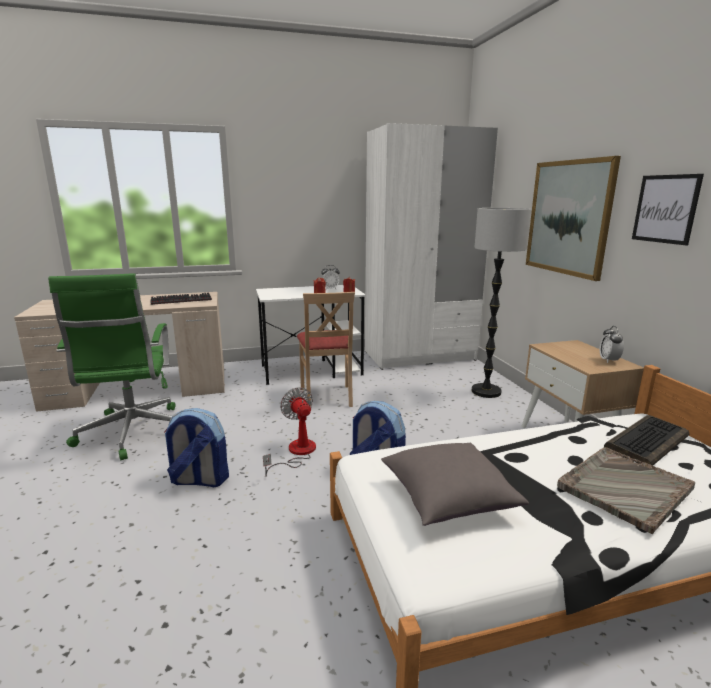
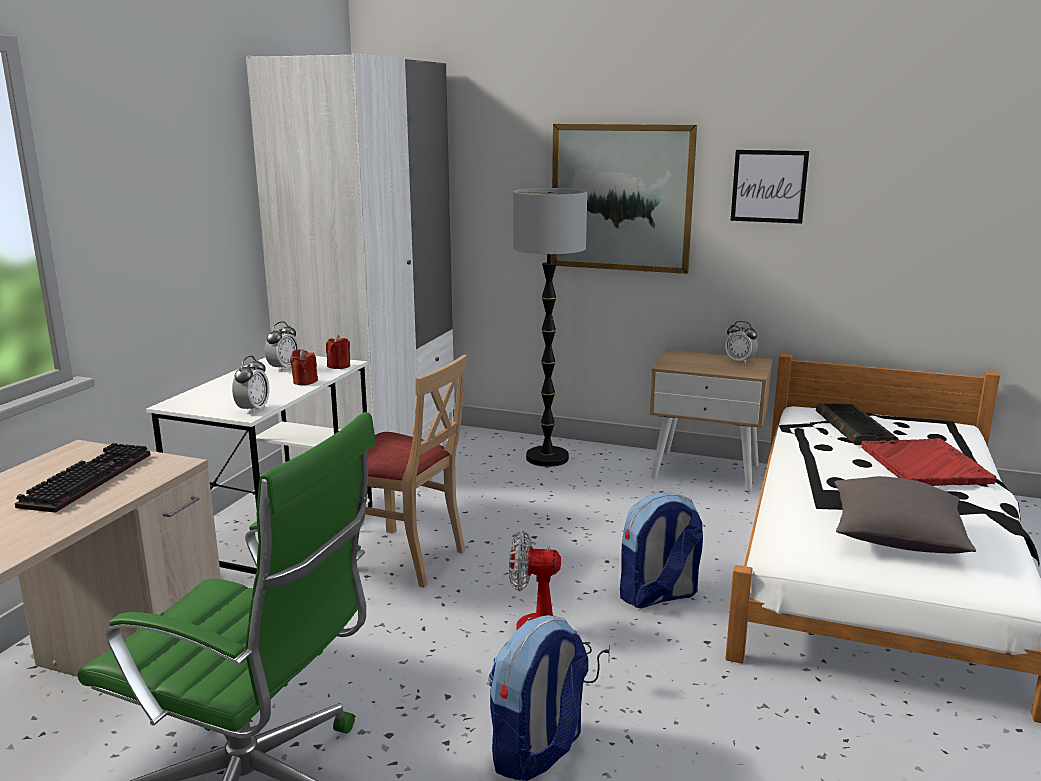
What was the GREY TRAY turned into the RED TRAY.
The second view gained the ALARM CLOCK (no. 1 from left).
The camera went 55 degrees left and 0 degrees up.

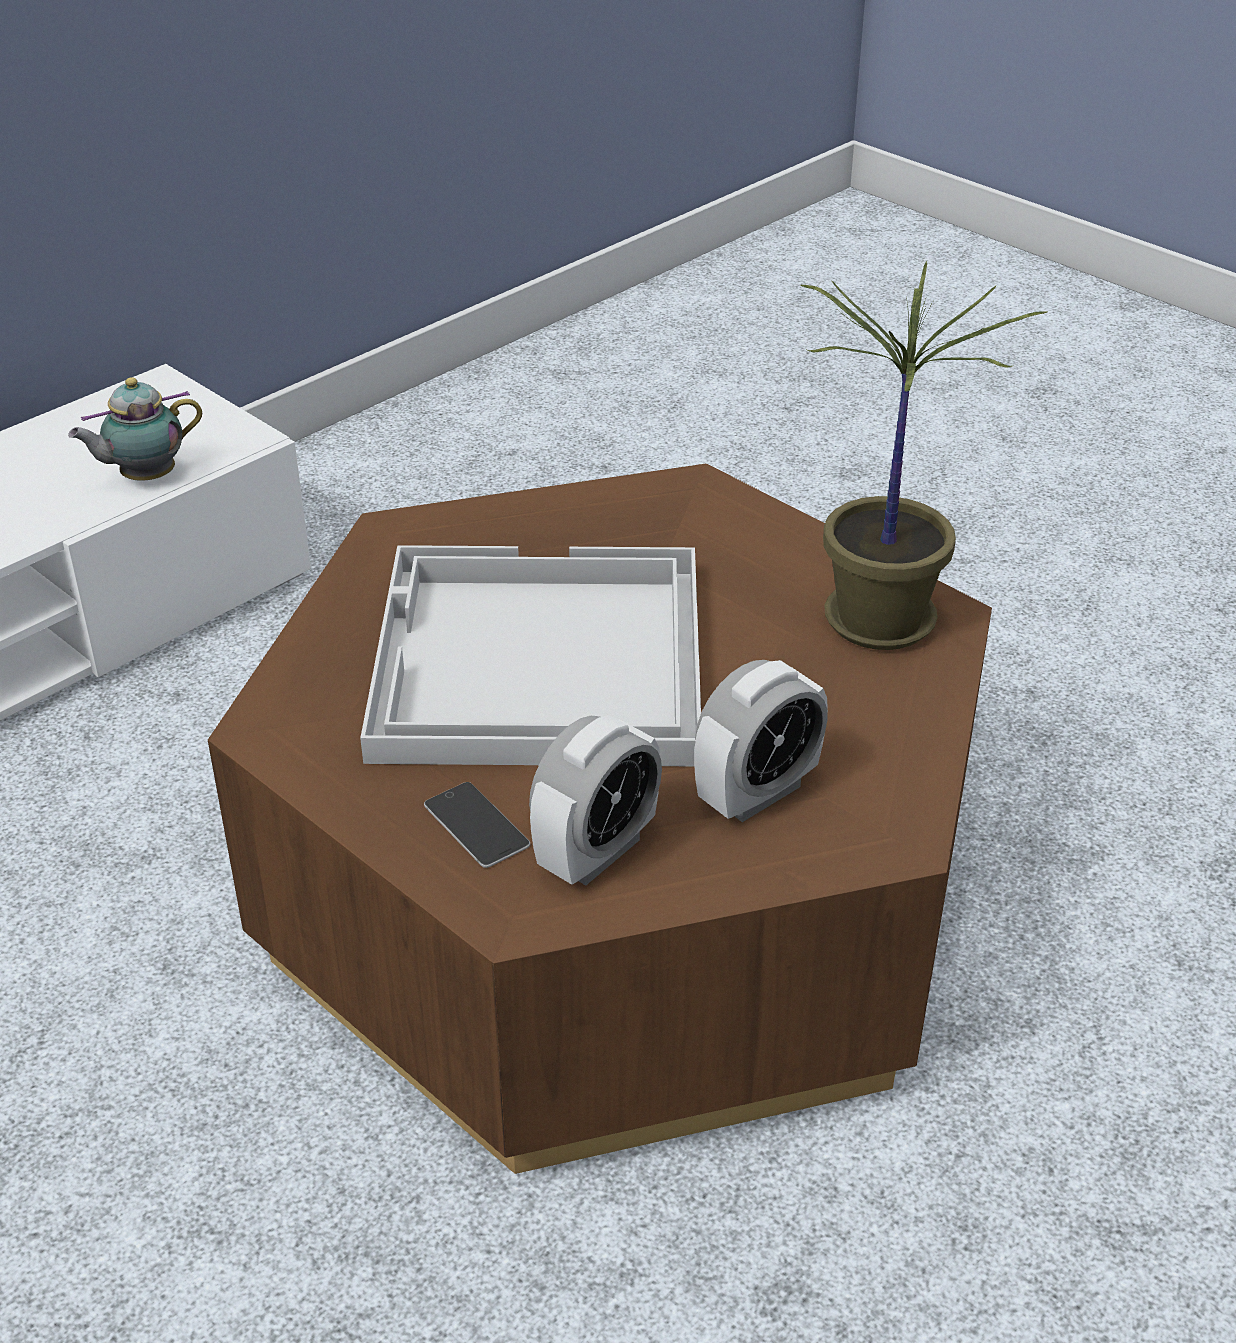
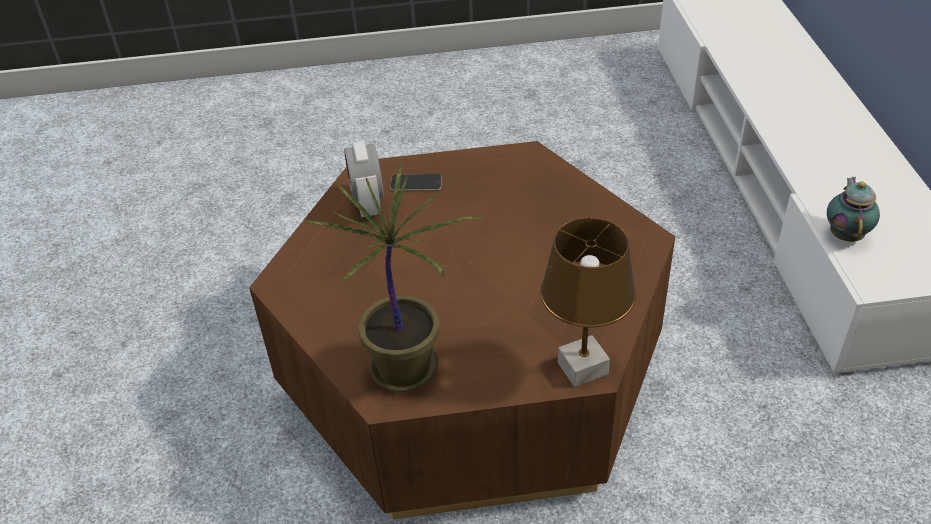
The second view lost the WHITE TRAY.
The second view lost the ALARM CLOCK (no. 2 from left).
The second view gained the BROWN TABLE LAMP.
The camera went 130 degrees right and 5 degrees up.

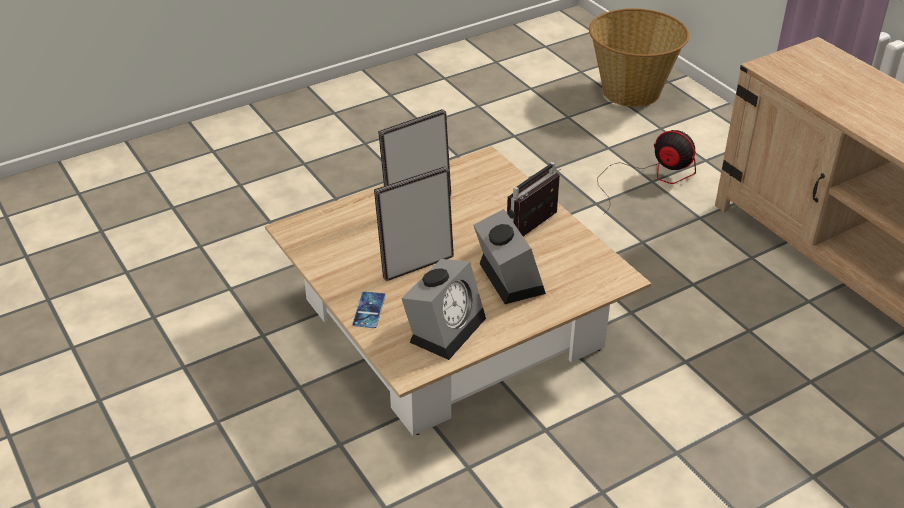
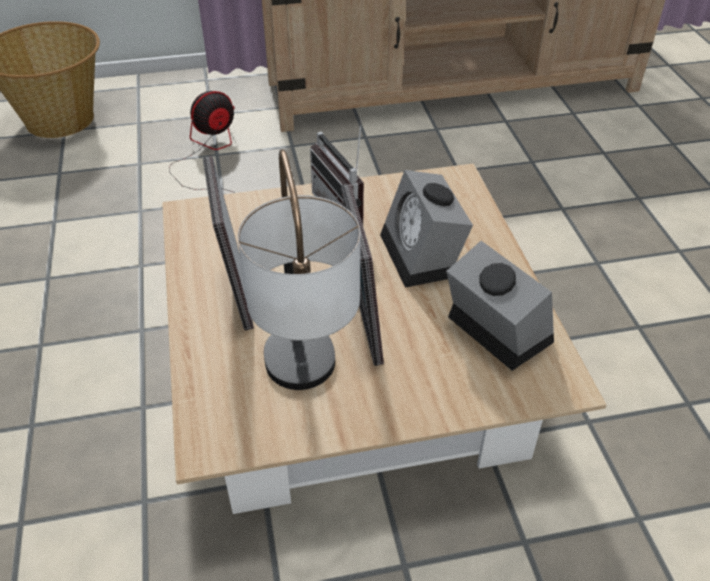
The ALARM CLOCK (no. 2 from left in the first image) ended up facing another way, 105 degrees counterclockwise from before.
The second view lost the PHONE.
The second view gained the TABLE LAMP.
The camera went 70 degrees left and 5 degrees up.

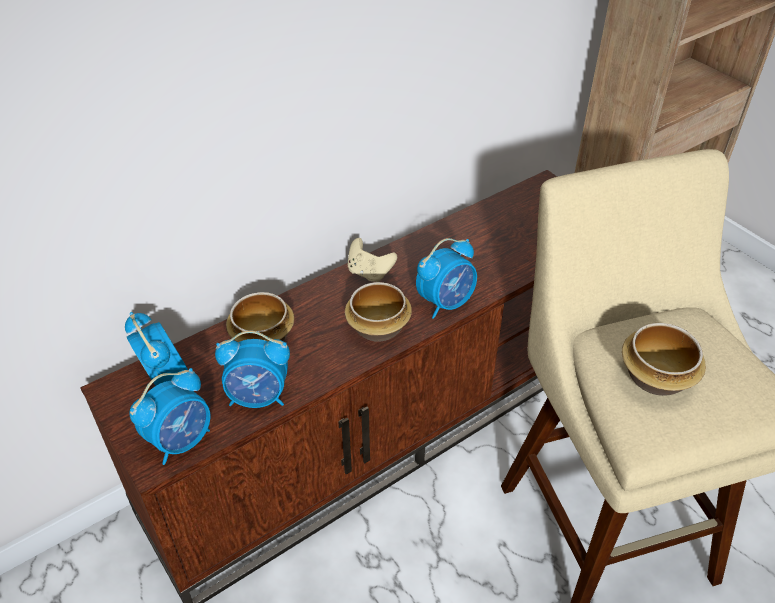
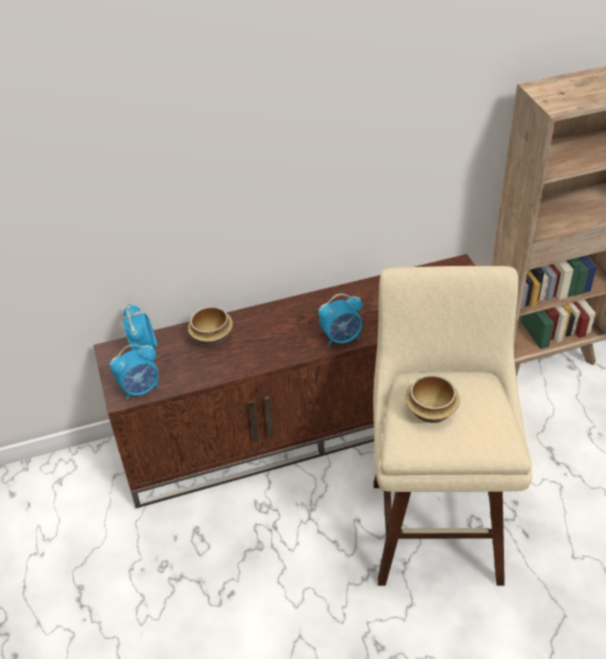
The second view lost the BEIGE GAME CONTROLLER.
The second view lost the BOWL (no. 2 from left).
The second view lost the ALARM CLOCK (no. 3 from left).
The camera went 20 degrees right and 0 degrees up.

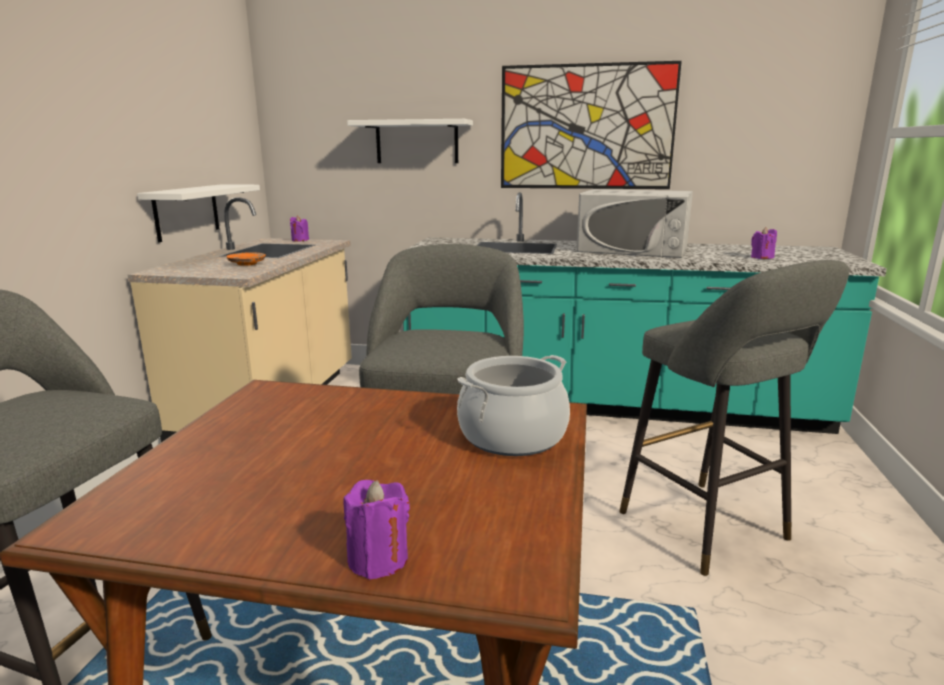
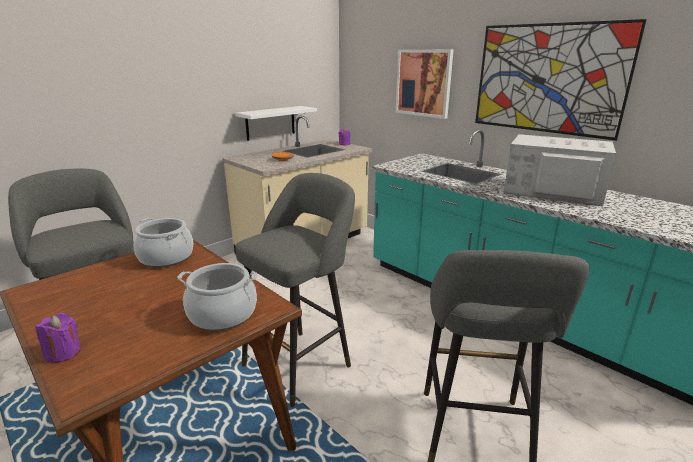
Where the WHITE SHELF (no. 2 from left) hung, the PICTURE (no. 1 from left) came to hang.
The WHITE MICROWAVE ended up facing another way, 150 degrees clockwise from before.
The second view lost the PURPLE CANDLE (no. 3 from left).
The second view gained the COOKING POT (no. 1 from left).
The camera went 35 degrees right and 5 degrees up.

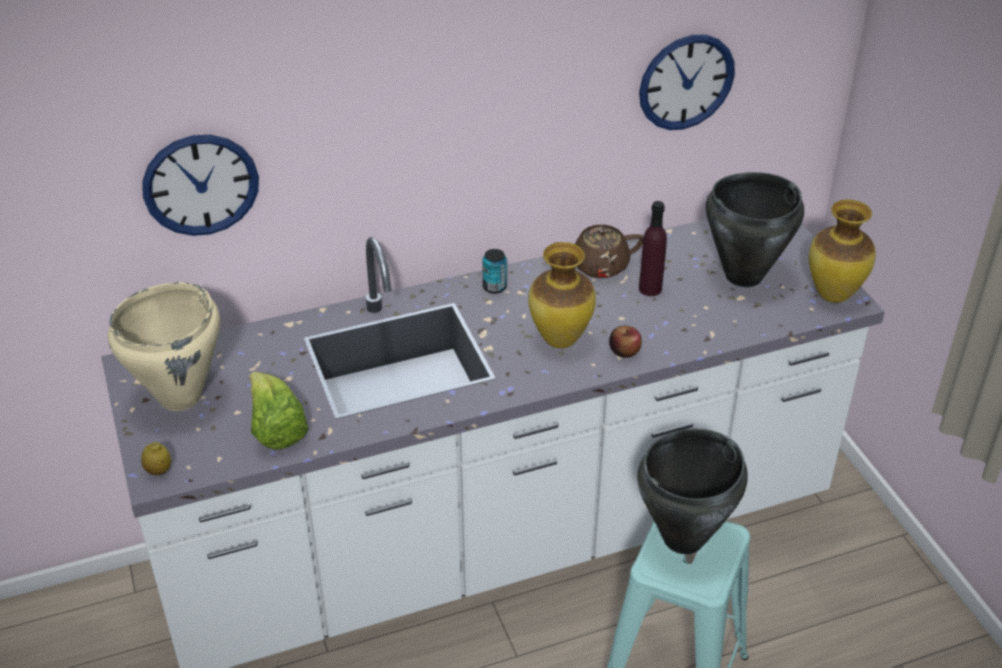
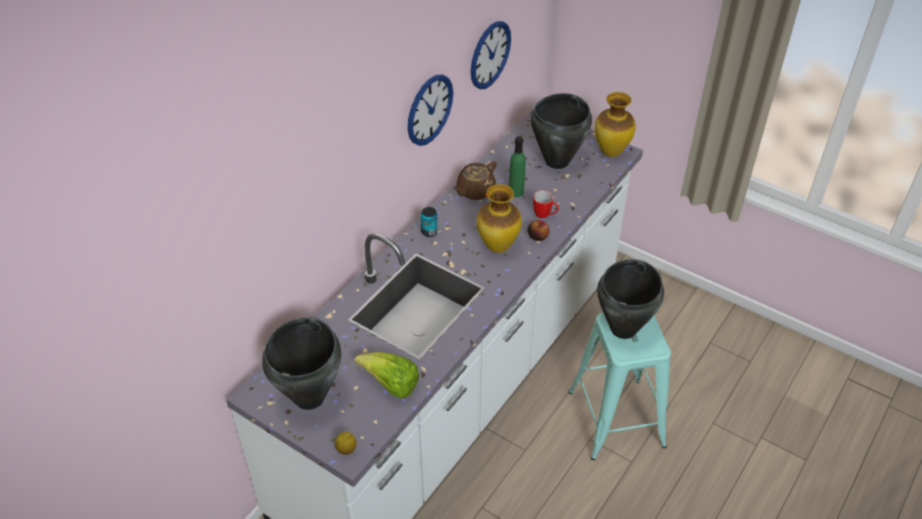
The WALL CLOCK (no. 1 from left) ended up elsewhere.
What was the PURPLE BOTTLE turned into the GREEN BOTTLE.
What was the BEIGE COOKING POT turned into the BLACK COOKING POT (no. 1 from left).
The second view gained the MUG.
The camera went 35 degrees left and 5 degrees up.

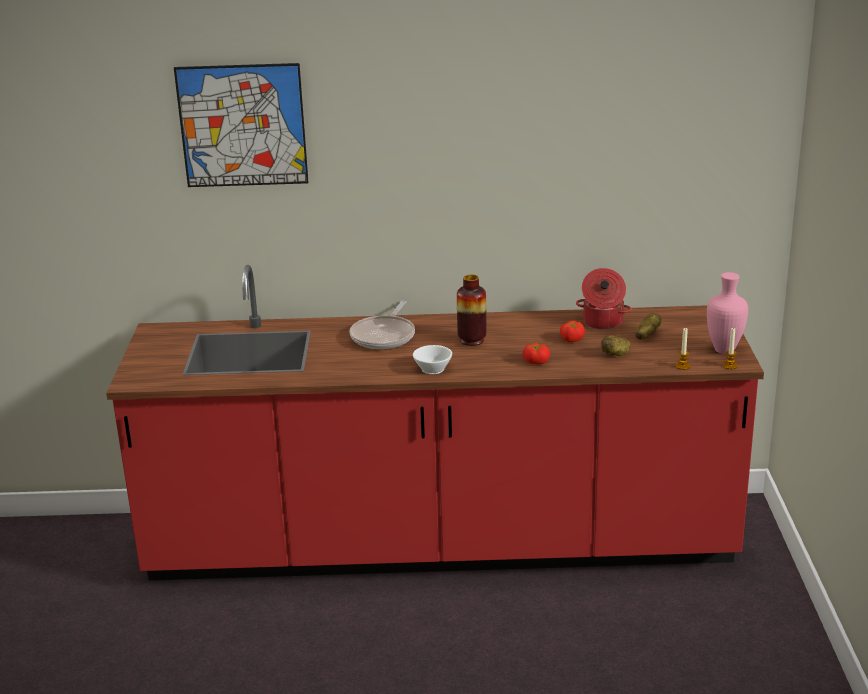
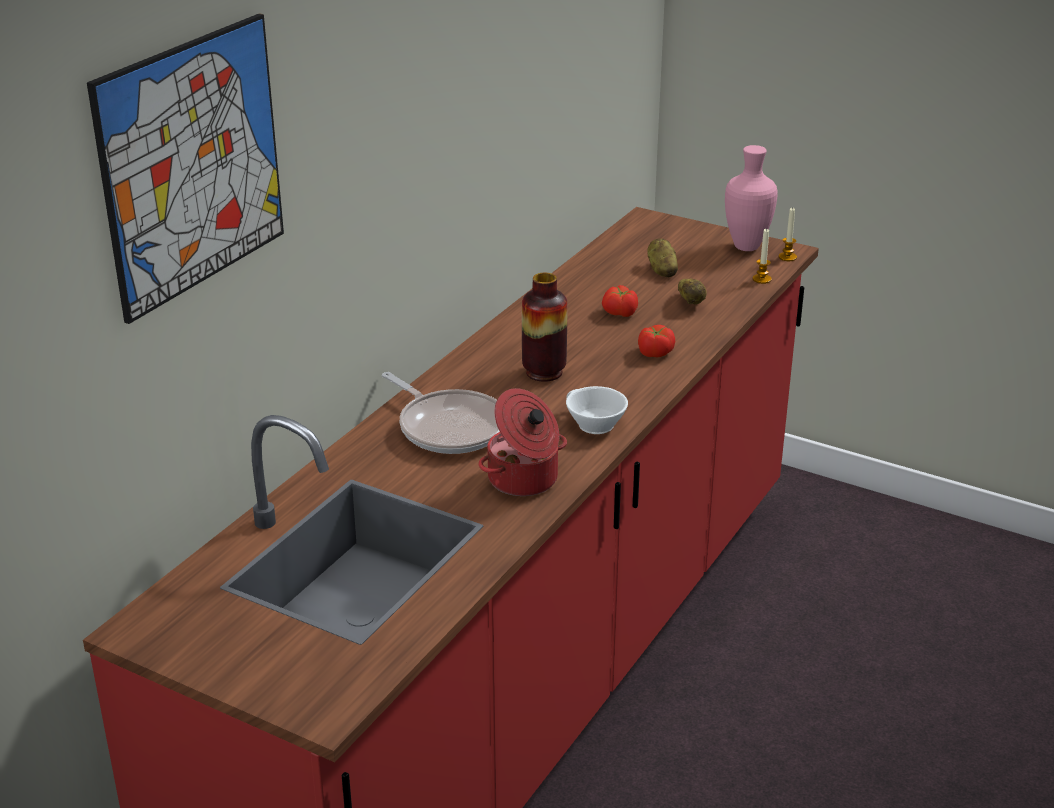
The COOKING POT ended up elsewhere.
The camera went 60 degrees left and 5 degrees up.

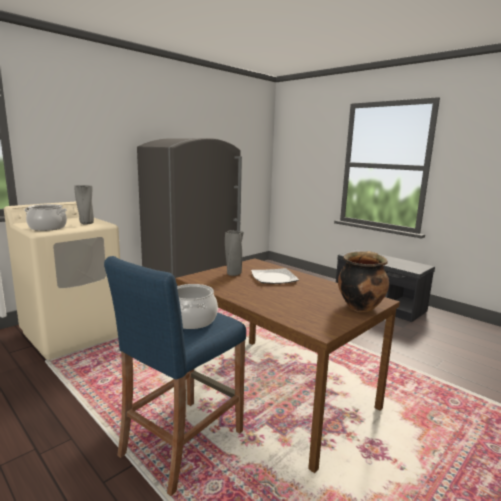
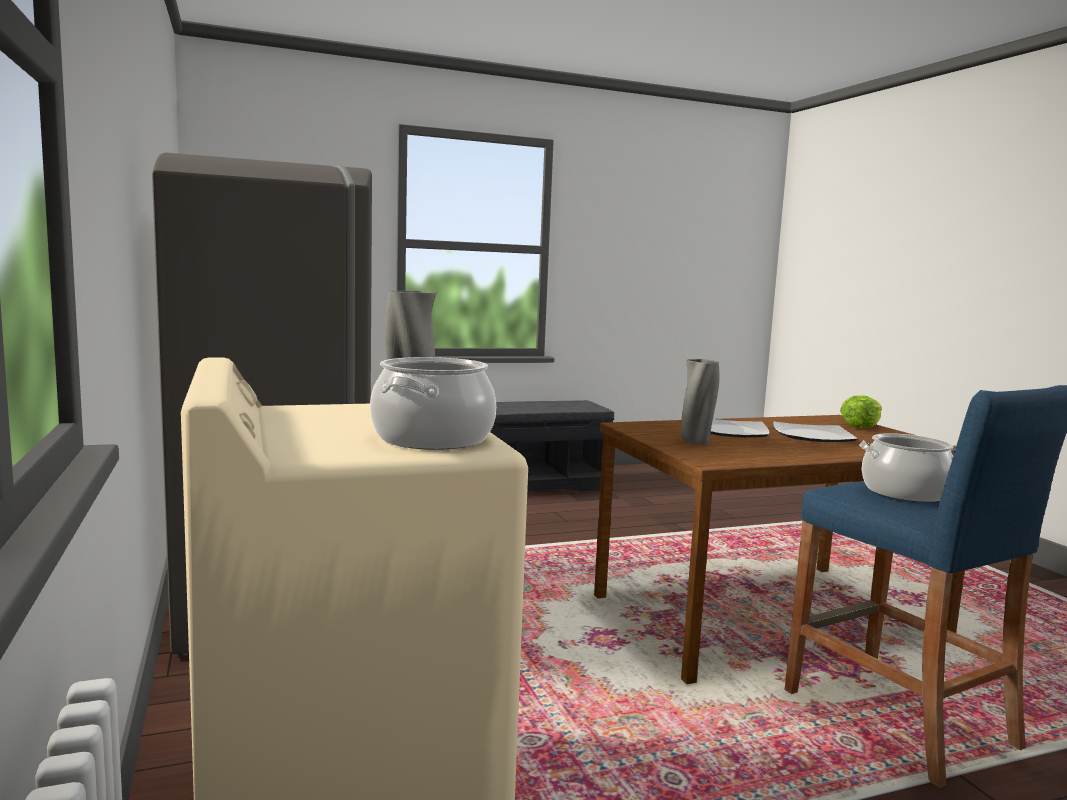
Where the COOKING POT (no. 3 from left) stood, the LETTUCE came to stand.
The second view gained the PLATE (no. 2 from left).
The camera went 65 degrees left and 5 degrees down.

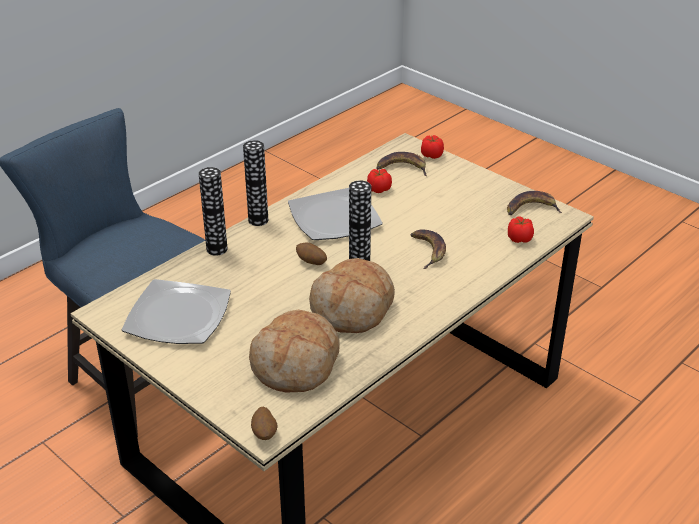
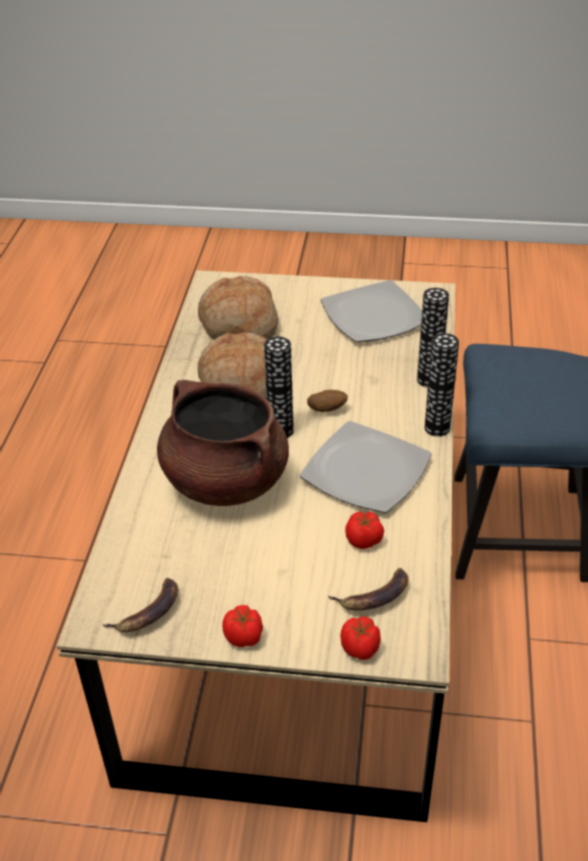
The TOMATO (no. 3 from left in the first image) ended up elsewhere.
Where the BANANA (no. 2 from left) stood, the BROWN COOKING POT came to stand.
The second view lost the POTATO (no. 1 from left).
The camera went 145 degrees right and 5 degrees up.

